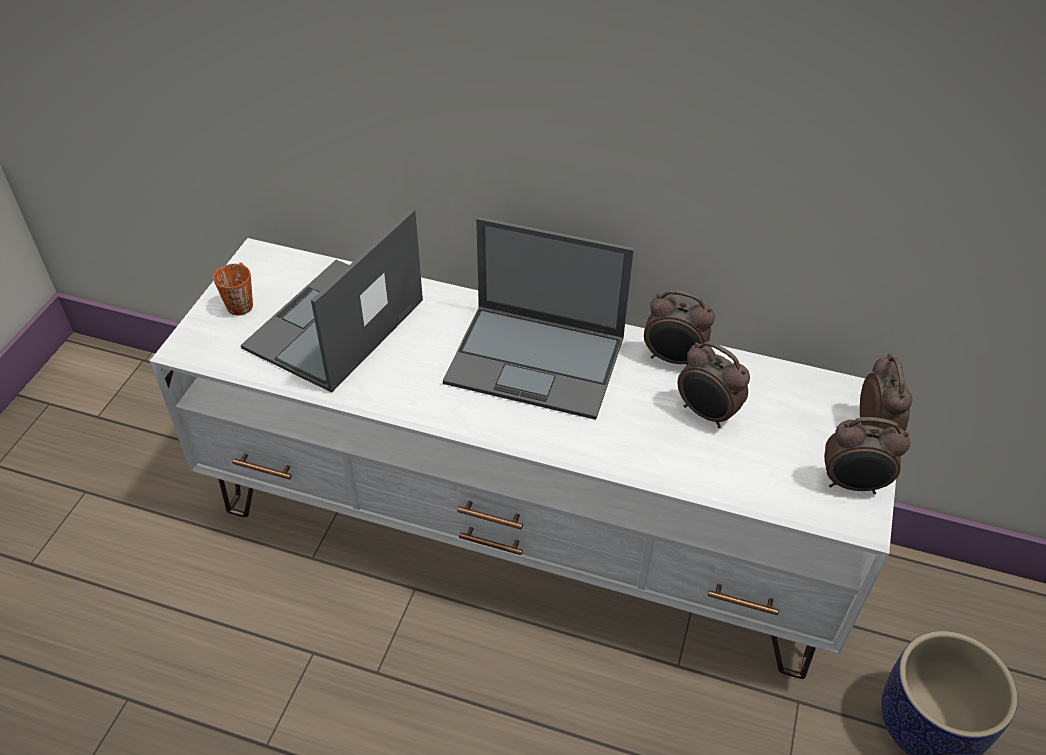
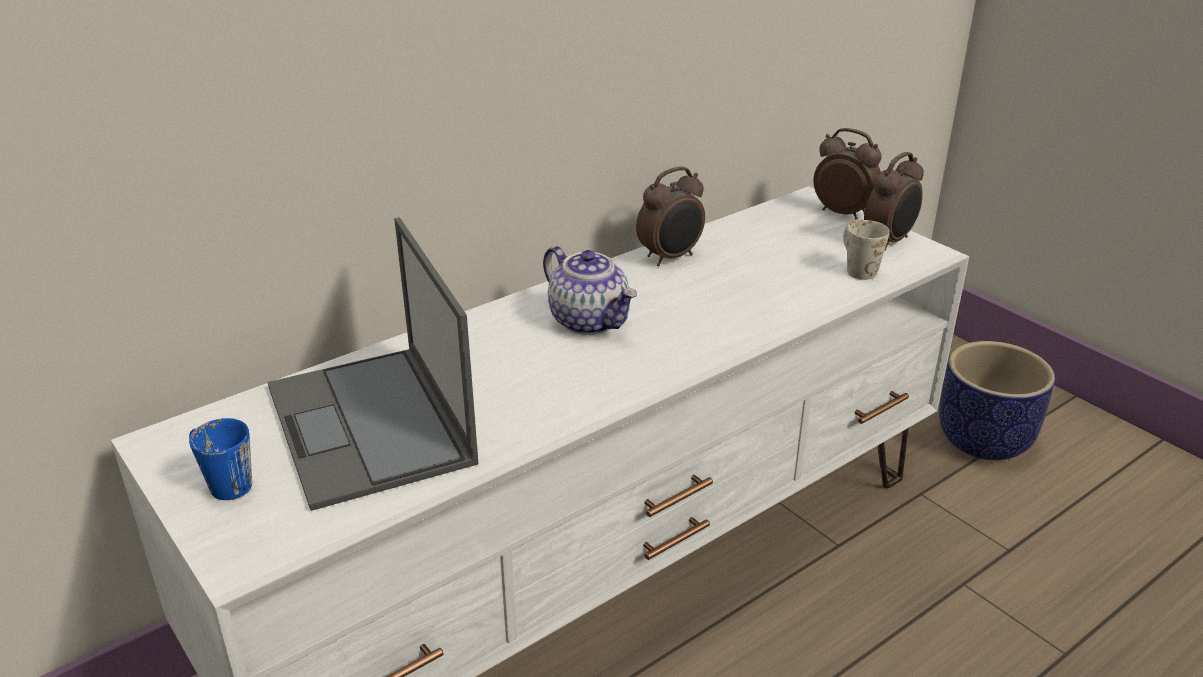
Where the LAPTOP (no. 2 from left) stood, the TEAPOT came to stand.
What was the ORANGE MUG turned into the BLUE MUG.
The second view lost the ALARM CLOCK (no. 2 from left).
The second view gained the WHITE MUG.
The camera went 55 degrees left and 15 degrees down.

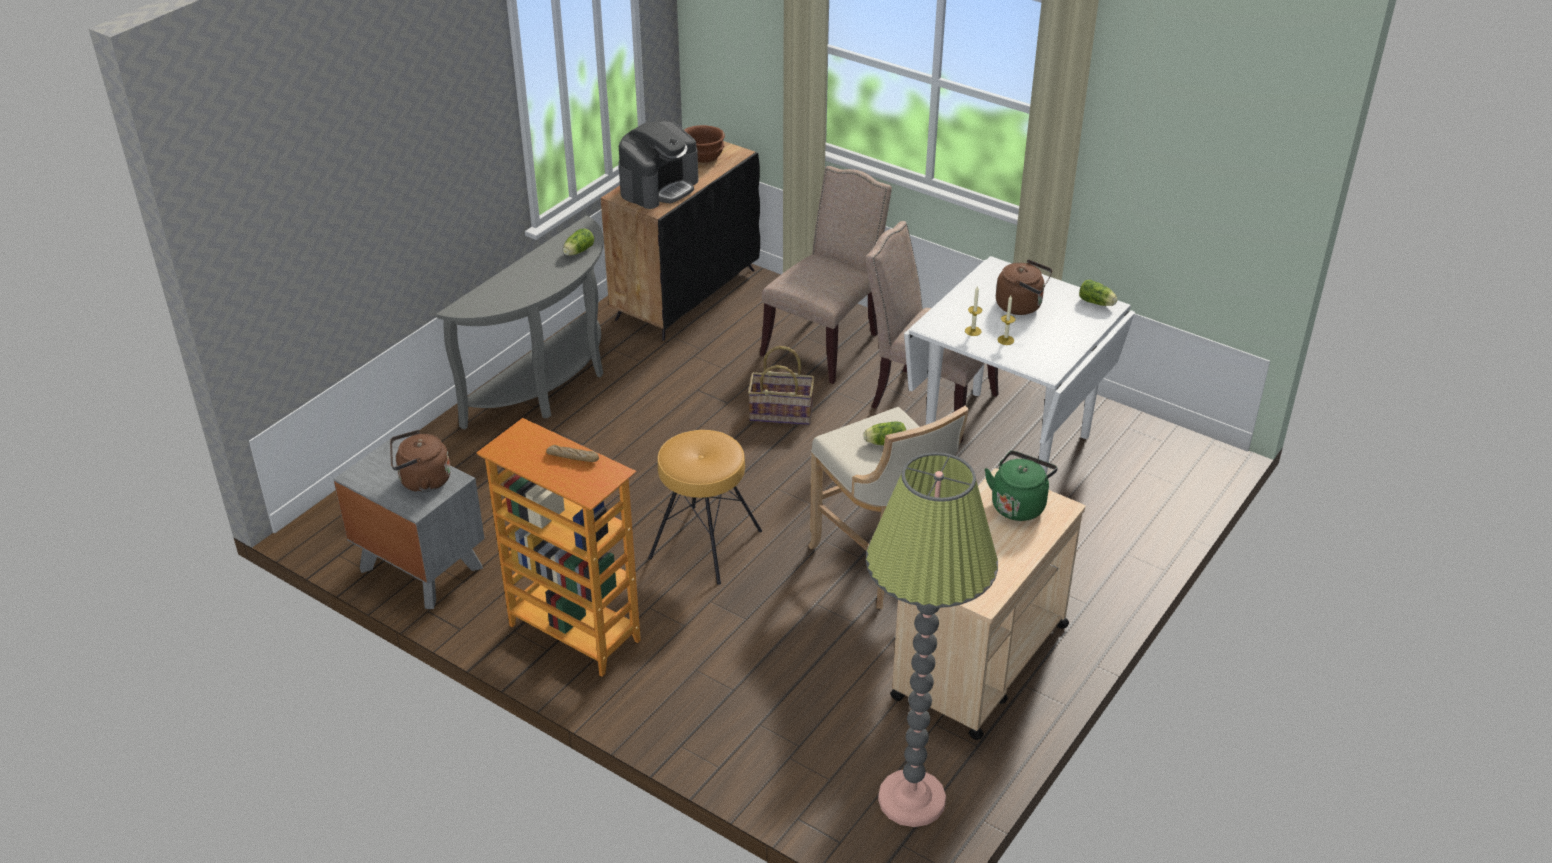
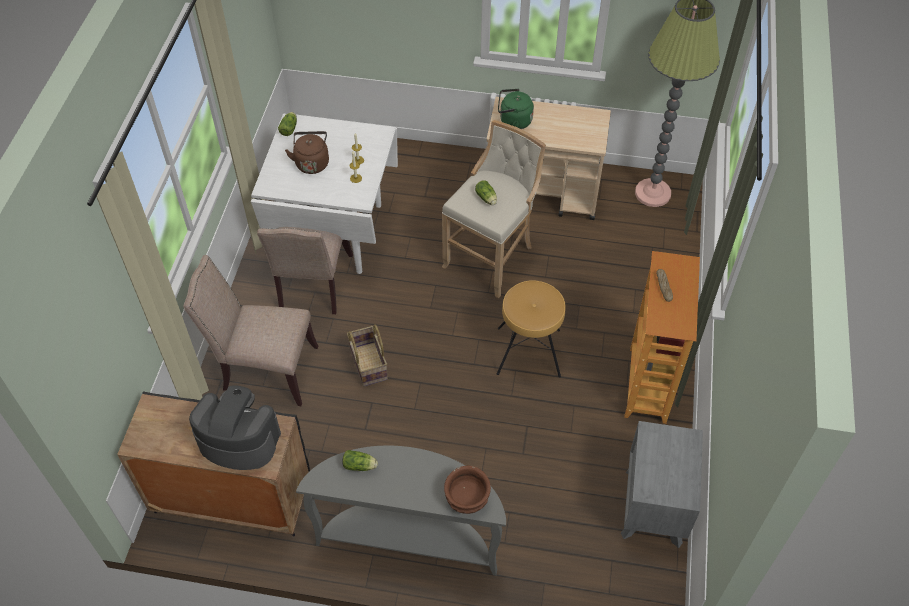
The BROWN BOWL ended up elsewhere.
The second view lost the BROWN KETTLE (no. 1 from left).
The camera went 115 degrees left and 15 degrees up.

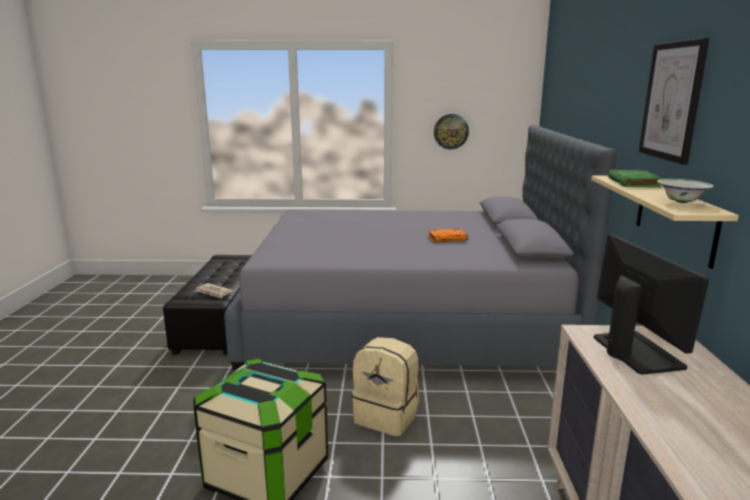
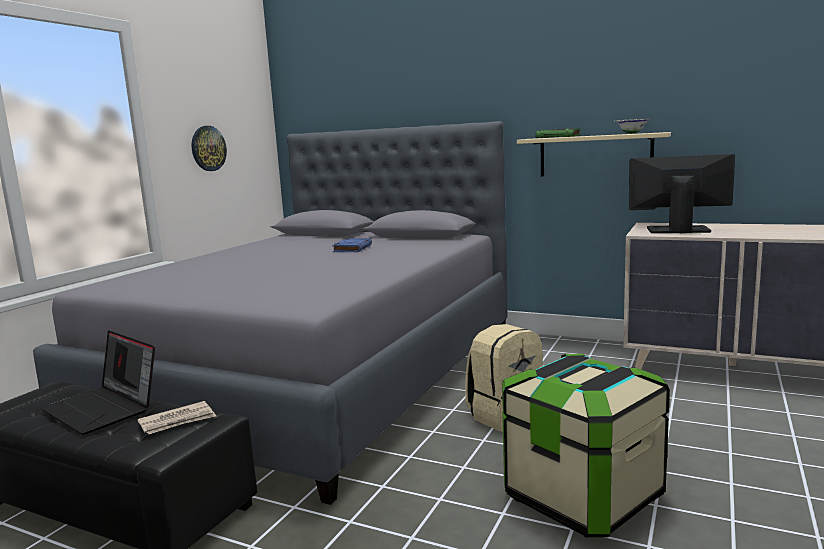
The second view lost the PICTURE.
What was the ORANGE BOOK turned into the BLUE BOOK.
The second view gained the LAPTOP.
The camera went 65 degrees left and 5 degrees down.

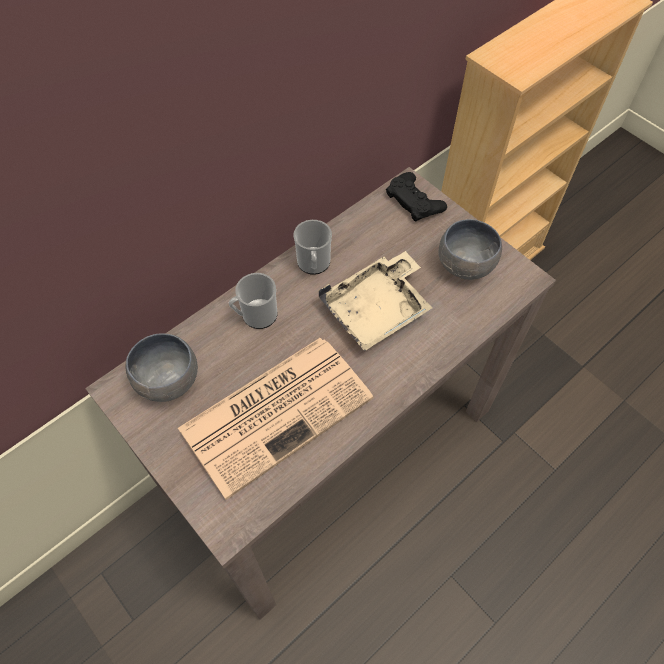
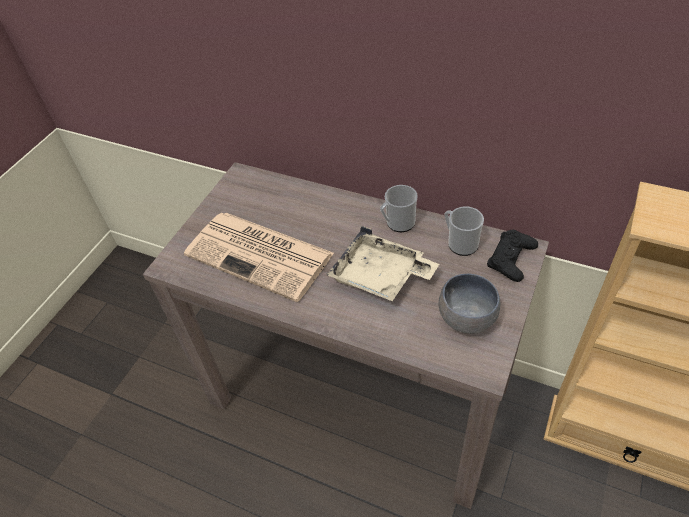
The MUG (no. 1 from left in the first image) ended up elsewhere.
The second view lost the GREY BOWL (no. 1 from left).
The camera went 70 degrees right and 10 degrees down.

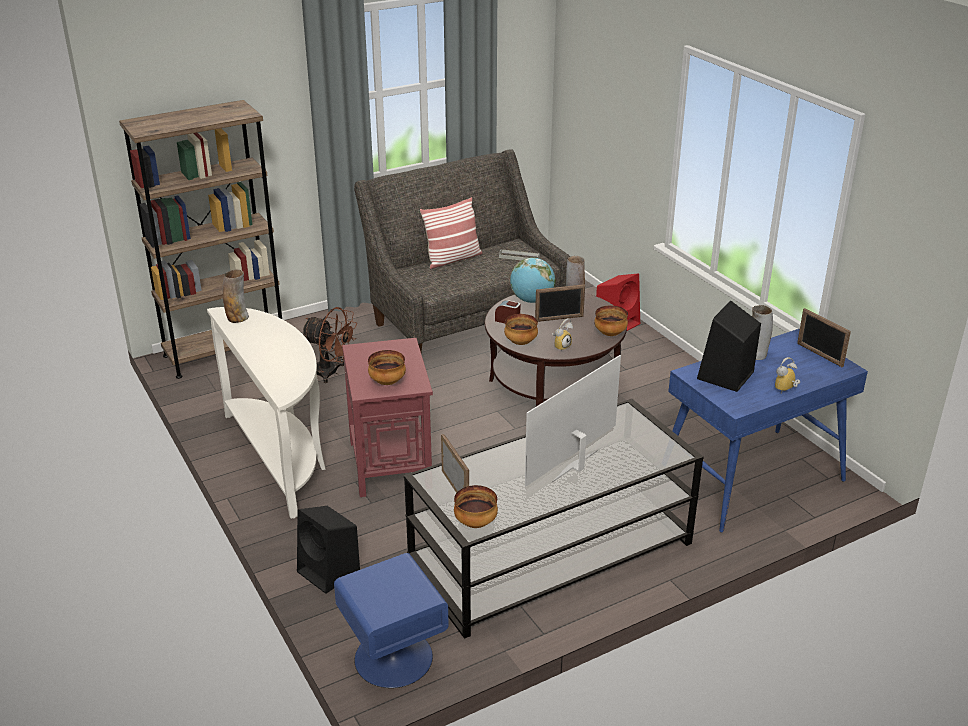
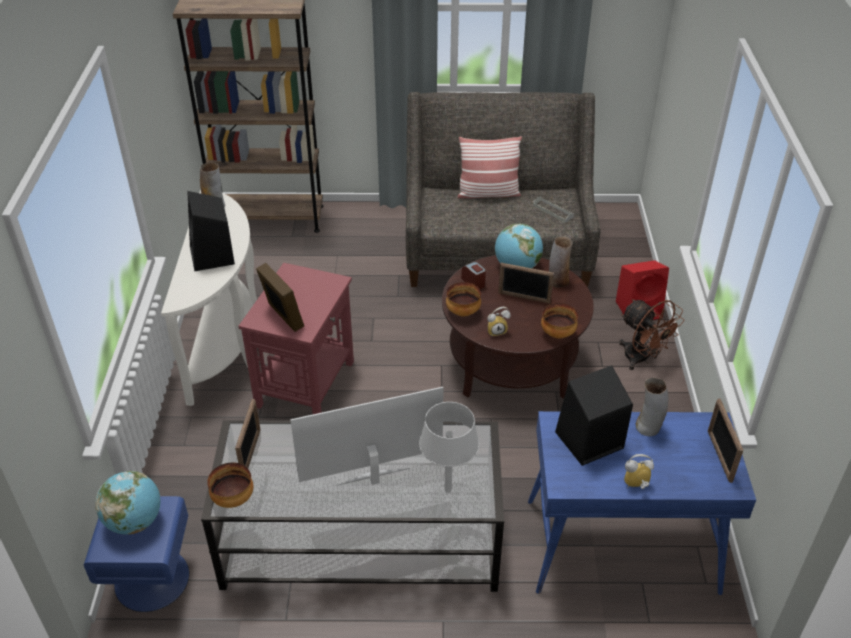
The BROWN FAN ended up elsewhere.
Where the BOWL (no. 1 from left) stood, the PICTURE FRAME (no. 2 from left) came to stand.
The BLACK SPEAKER (no. 1 from left) ended up elsewhere.
The second view gained the GREY TABLE LAMP.
The second view gained the GLOBE (no. 1 from left).
The camera went 30 degrees right and 10 degrees up.

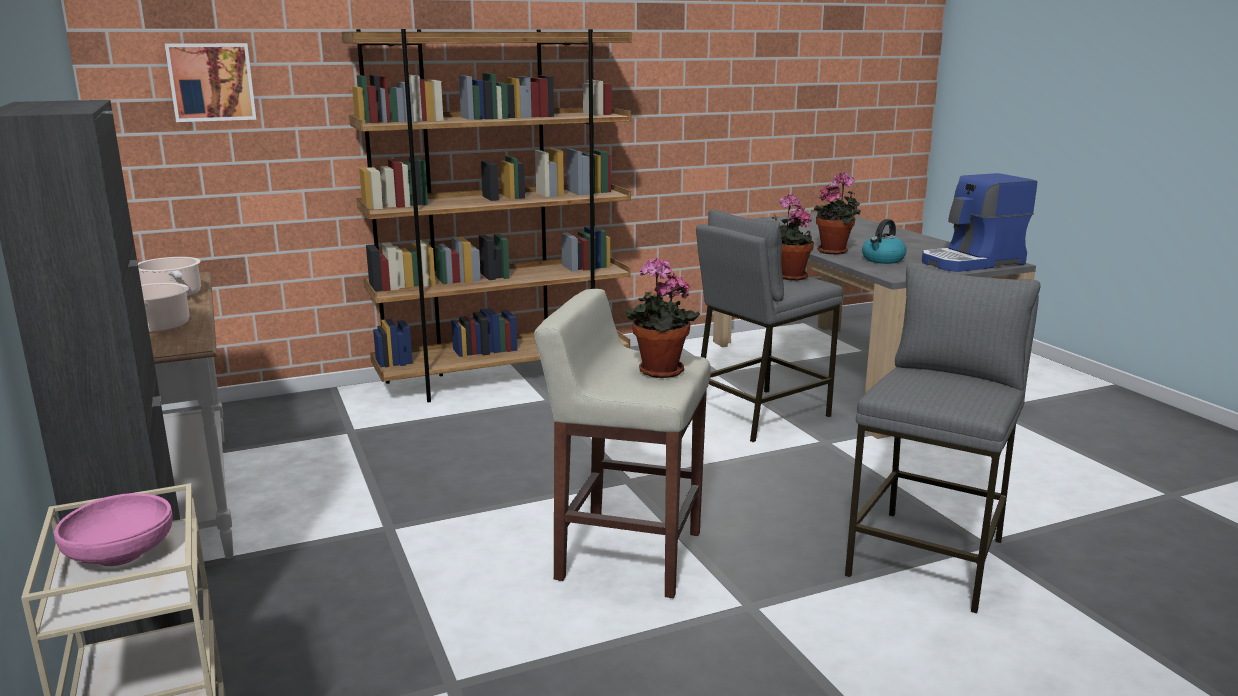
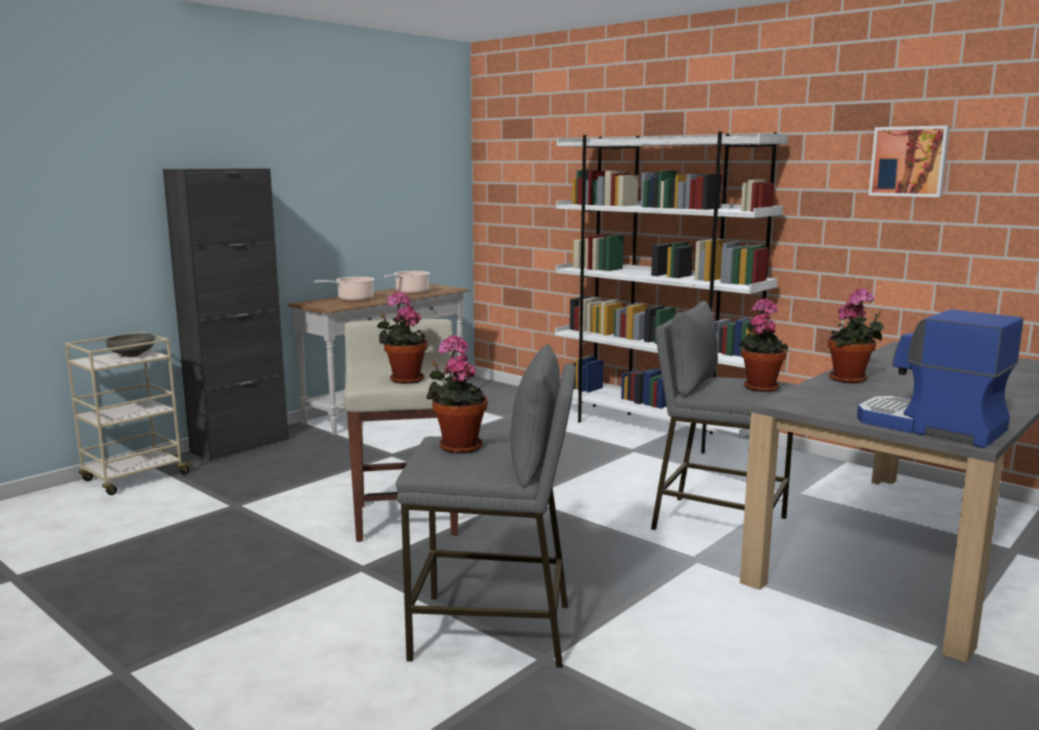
What was the BROWN BOOKCASE turned into the WHITE BOOKCASE.
The PICTURE ended up elsewhere.
The second view lost the KETTLE.
What was the PINK BOWL turned into the GREY BOWL.
The second view gained the POTTED PLANT (no. 2 from left).
The camera went 65 degrees right and 5 degrees down.

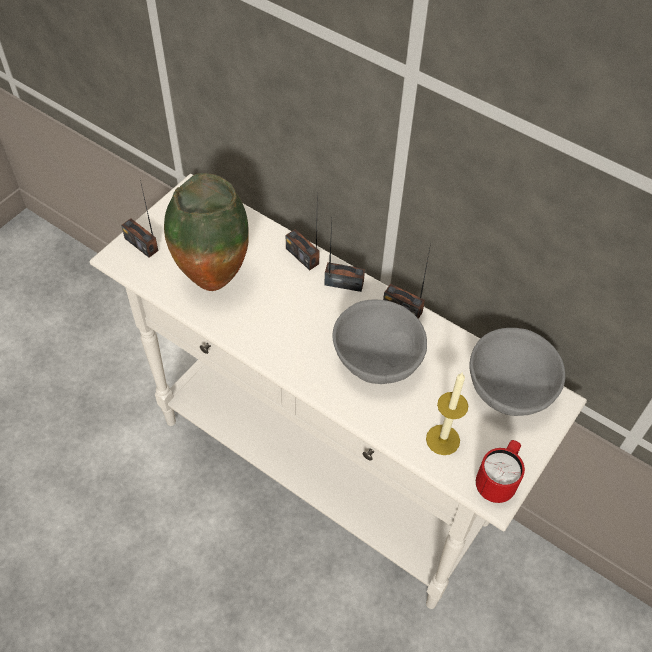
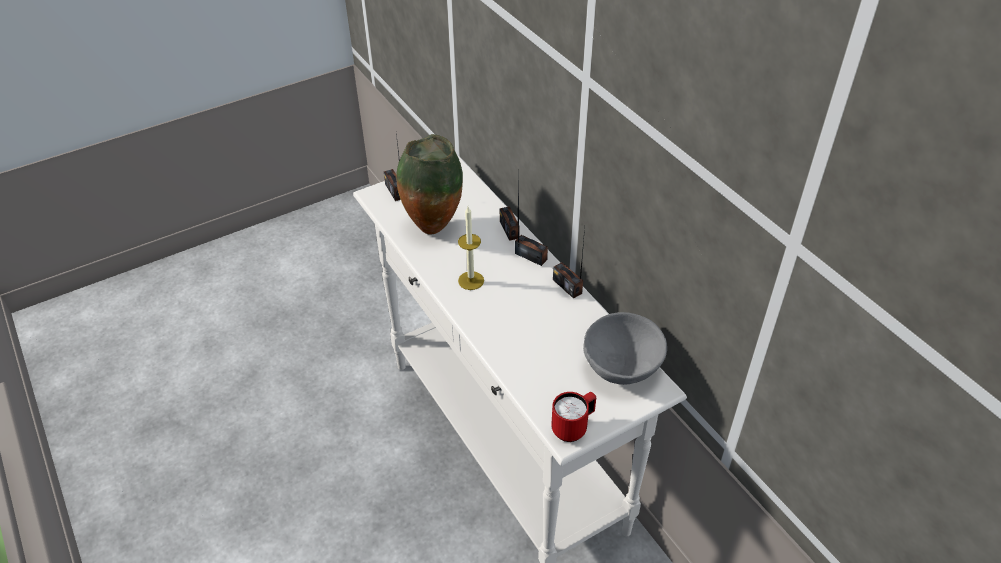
The second view lost the GREY BOWL (no. 1 from left).
The CANDLE ended up elsewhere.
The camera went 25 degrees right and 10 degrees down.

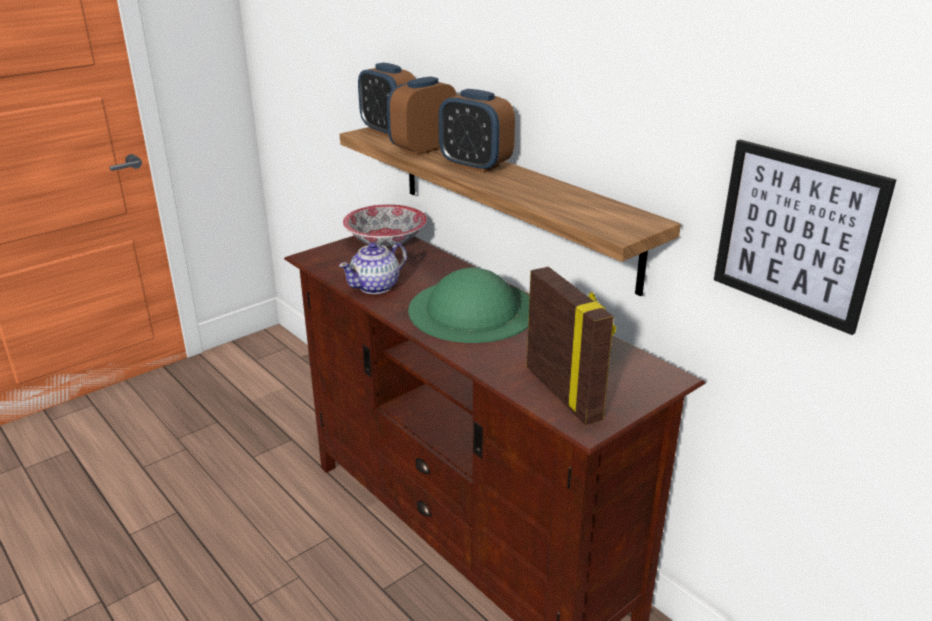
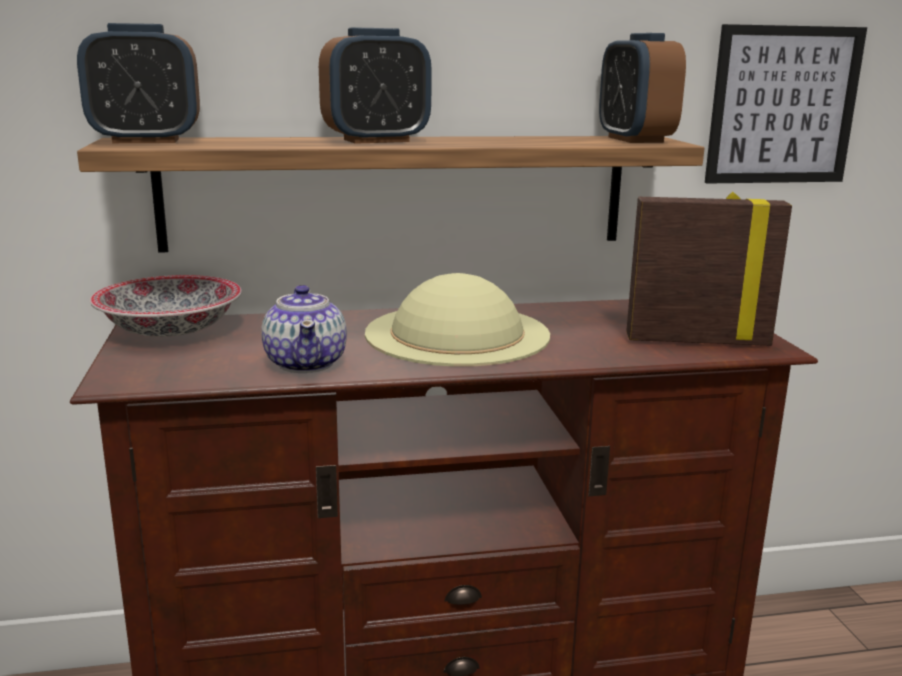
The ALARM CLOCK (no. 2 from left in the first image) ended up elsewhere.
What was the GREEN HAT turned into the BEIGE HAT.
The camera went 60 degrees left and 10 degrees down.

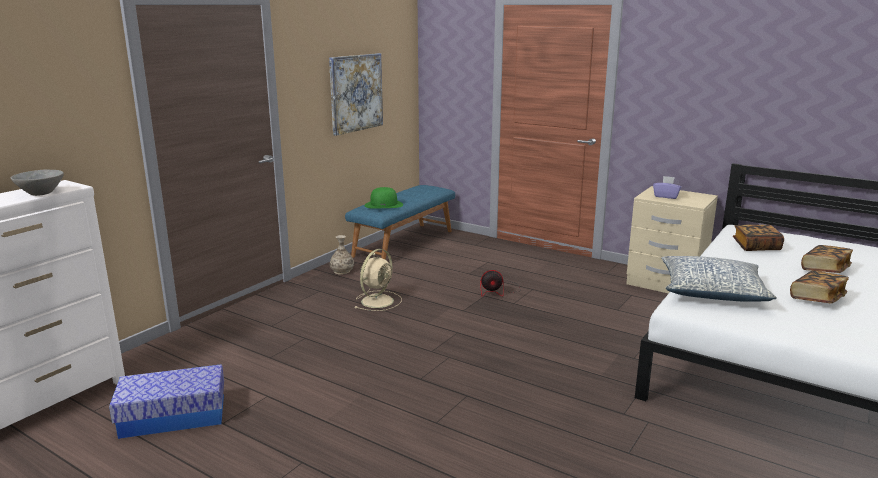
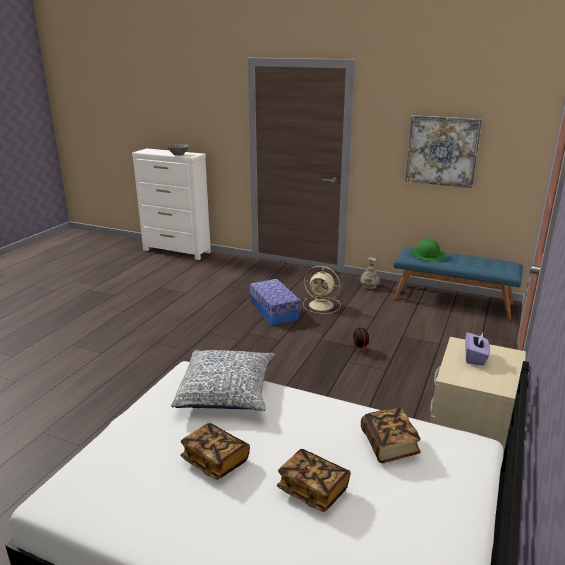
The STORAGE BOX ended up elsewhere.
The camera went 80 degrees right and 5 degrees up.

